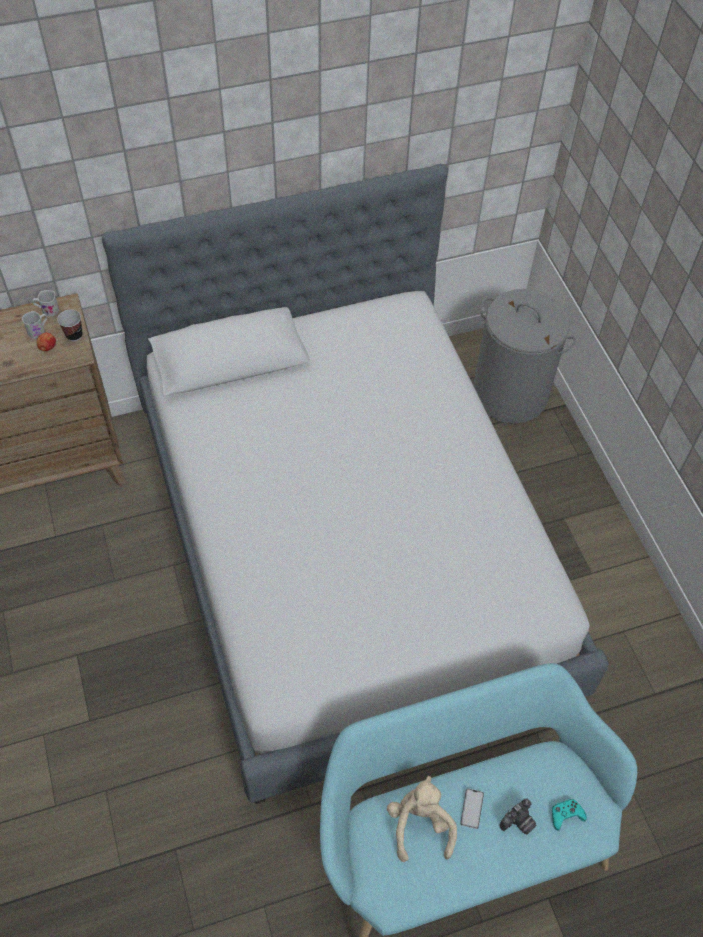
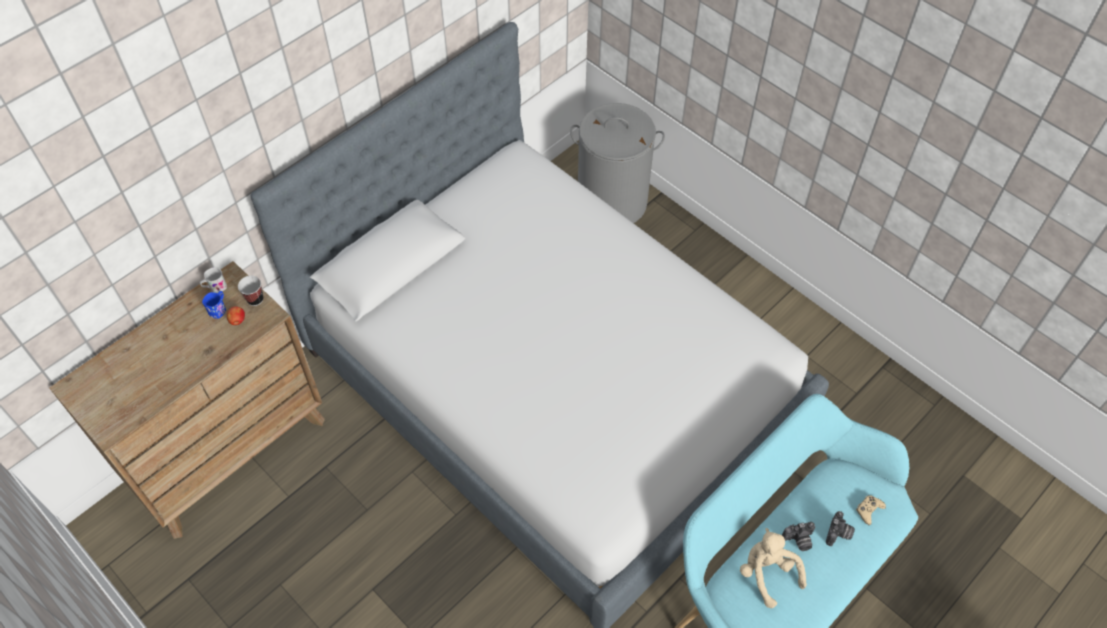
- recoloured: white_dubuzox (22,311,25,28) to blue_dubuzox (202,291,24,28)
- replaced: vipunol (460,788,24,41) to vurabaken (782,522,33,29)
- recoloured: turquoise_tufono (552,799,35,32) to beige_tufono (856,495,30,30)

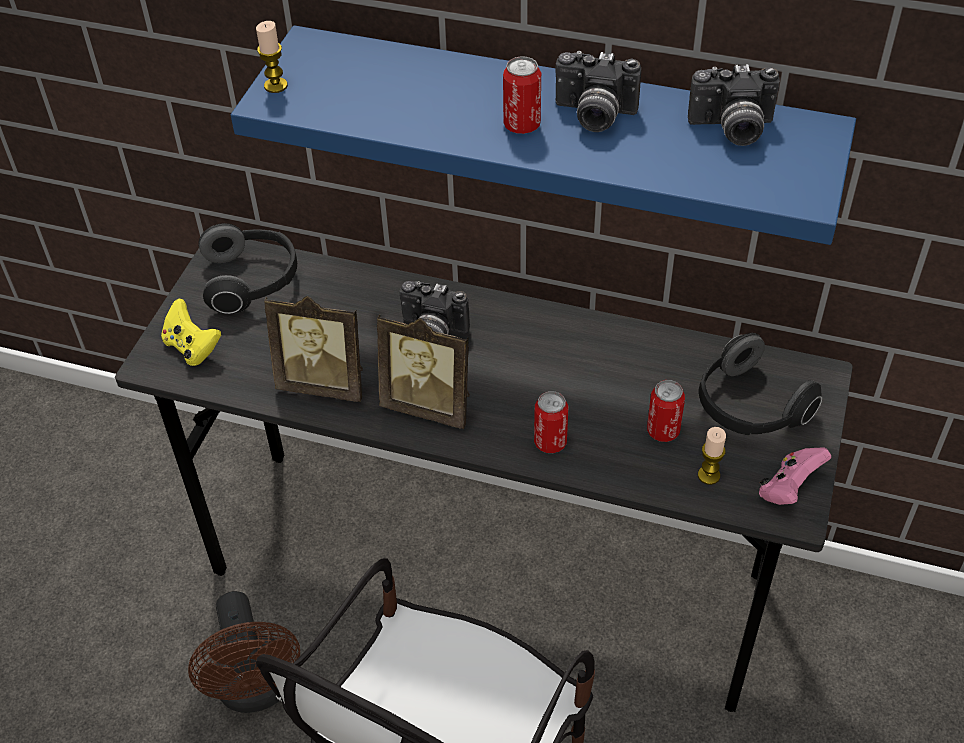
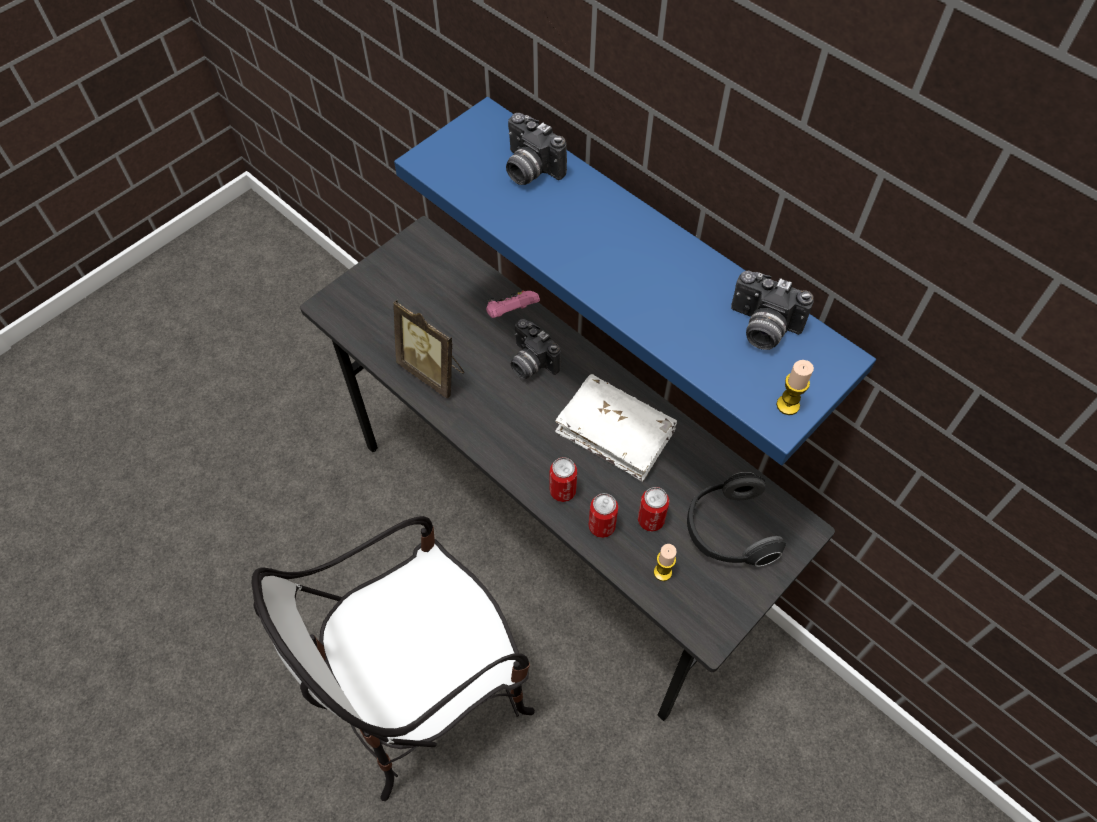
- moved: pink_tufono (759,447,72,58) to (486,290,54,28)
- moved: vurabaken (555,51,86,81) to (506,113,61,72)
- added: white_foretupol (555,374,122,108)
- moved: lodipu (503,56,38,78) to (589,493,29,45)
- moved: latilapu (256,21,32,72) to (776,360,38,55)
- removed: yellow_tufono (161,299,60,67)
- removed: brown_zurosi (188,591,112,122)
- removed: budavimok (198,223,99,91)
- removed: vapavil (377,314,93,115)

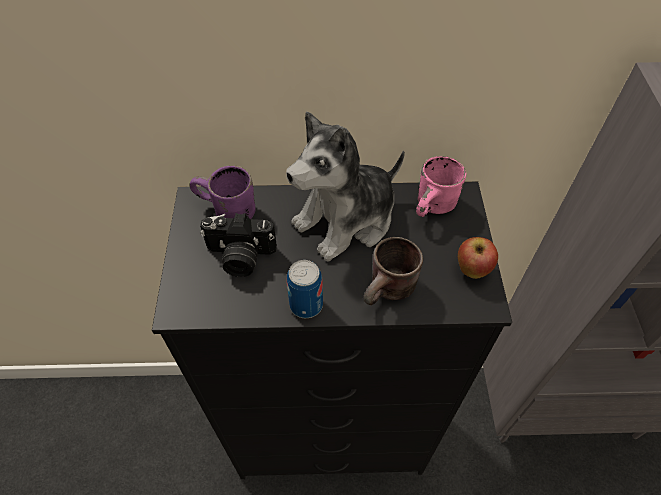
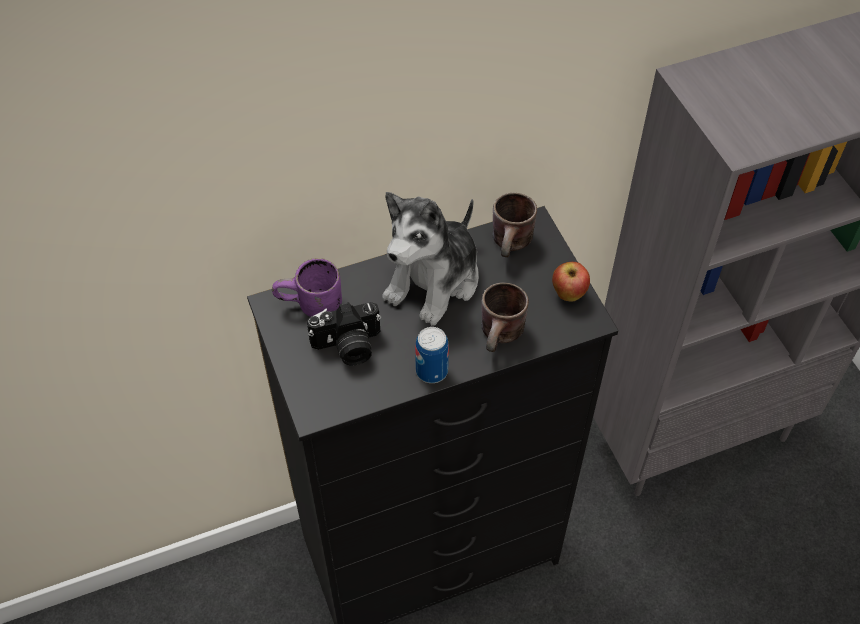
- recoloured: pink_dubuzox (416,156,50,61) to brown_dubuzox (493,193,44,64)

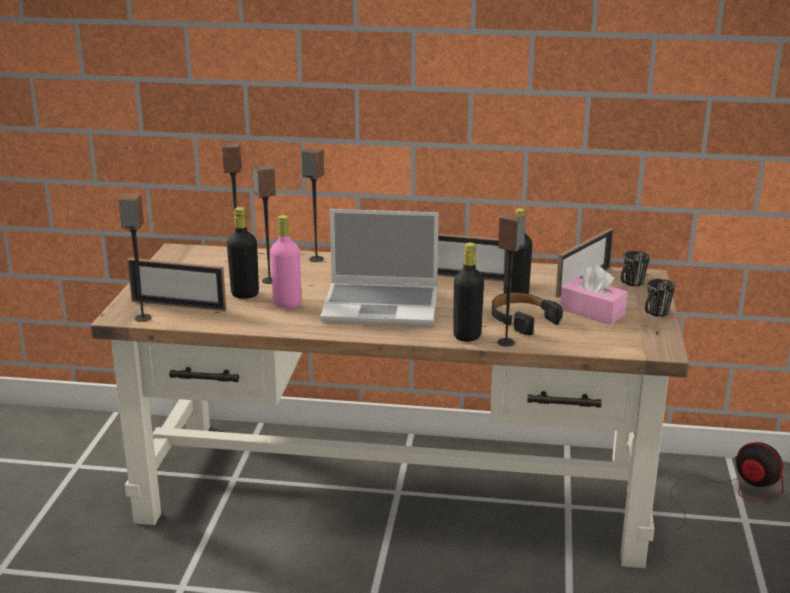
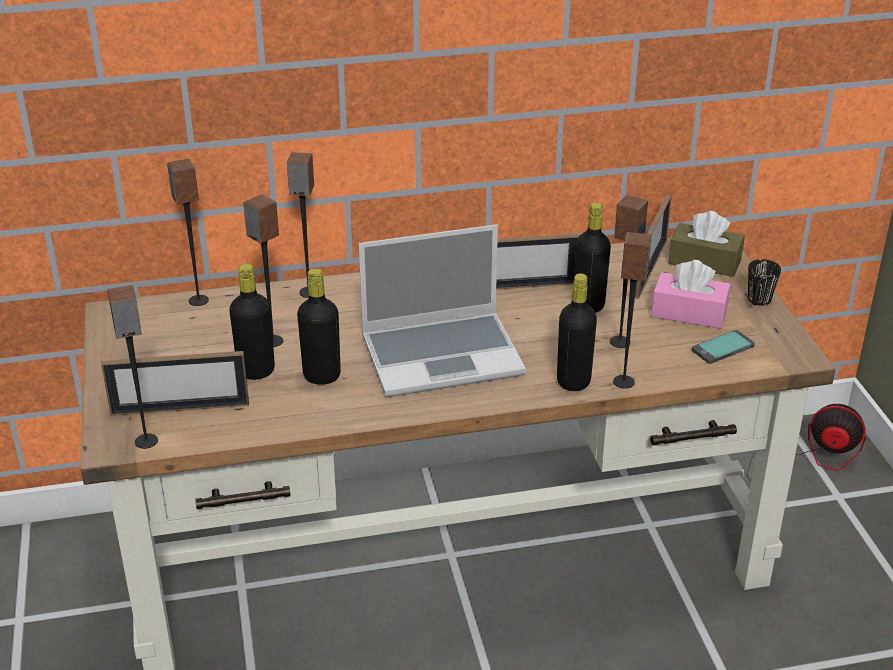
- recoloured: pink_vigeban (270,215,31,93) to black_vigeban (297,268,44,117)
- replaced: black_budavimok (492,292,71,43) to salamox (610,195,38,153)
- replaced: black_dubuzox (621,251,29,36) to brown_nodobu (668,211,77,66)
- added: vipunol (692,330,63,34)

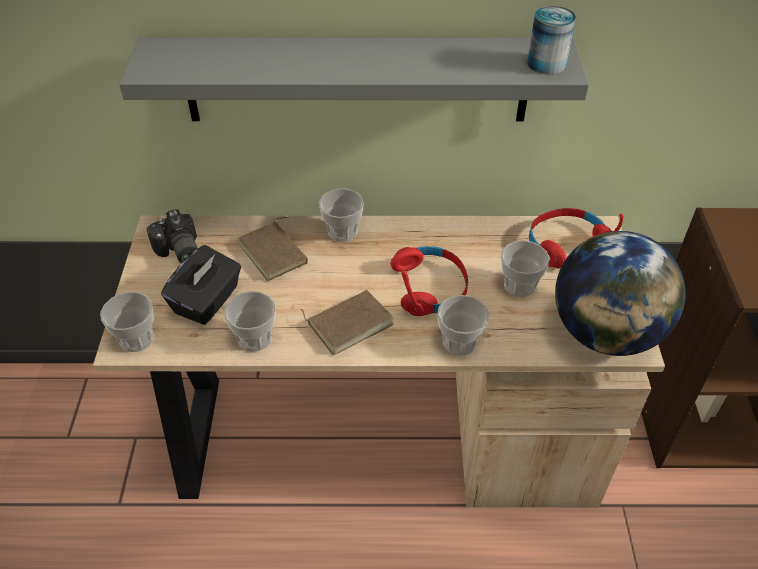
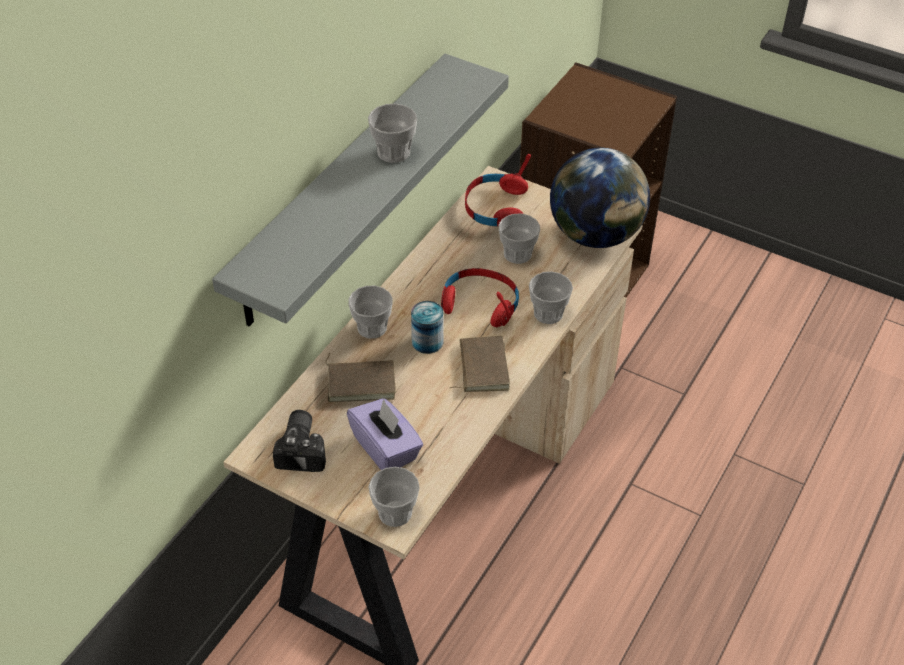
- turned: vurabaken (147,209,51,54) = (273,410,53,62) 90 degrees counterclockwise
- recoloured: black_nodobu (161,245,80,80) to purple_nodobu (347,398,76,72)
- moved: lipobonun (224,291,52,61) to (368,104,49,59)
- moved: lodipu (527,6,49,69) to (411,301,33,53)

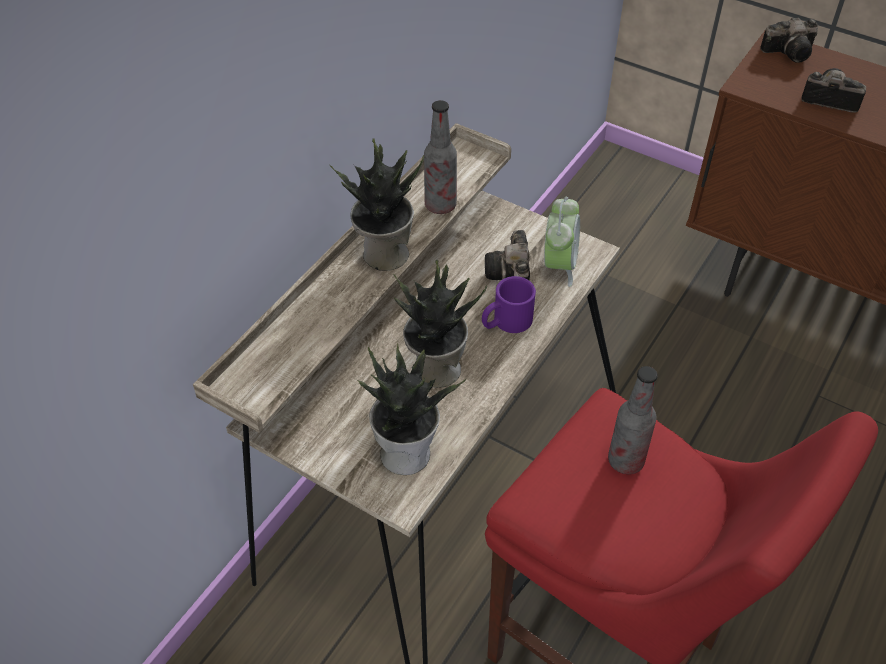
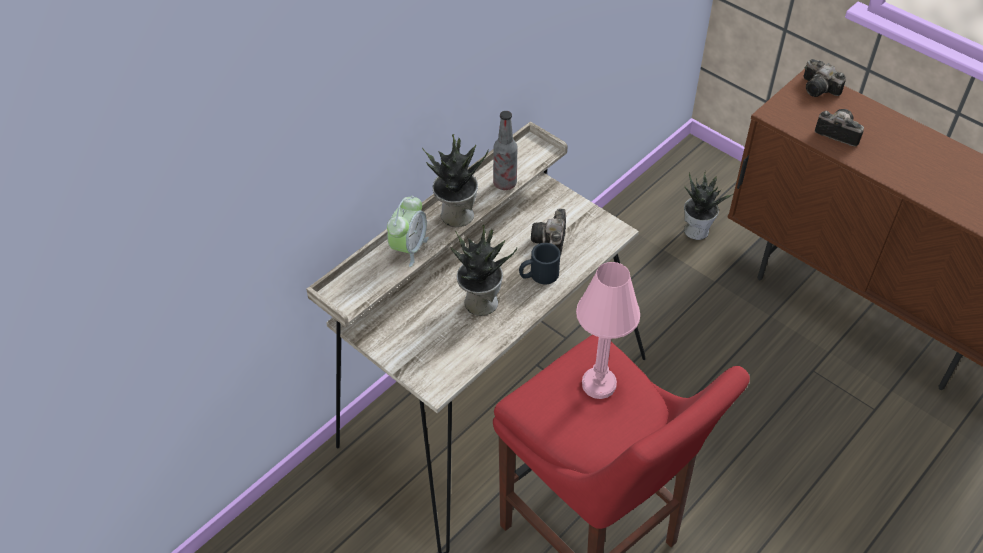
- moved: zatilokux (544,197,36,90) to (387,196,42,71)
- recoloured: purple_dubuzox (482,276,54,57) to black_dubuzox (519,243,42,41)
- replaced: vigeban (608,366,50,108) to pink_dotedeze (576,262,64,137)
- moved: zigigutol (357,343,110,132) to (684,172,49,68)
- turned: vurabaken (760,18,58,45) = (803,59,43,38) 45 degrees clockwise

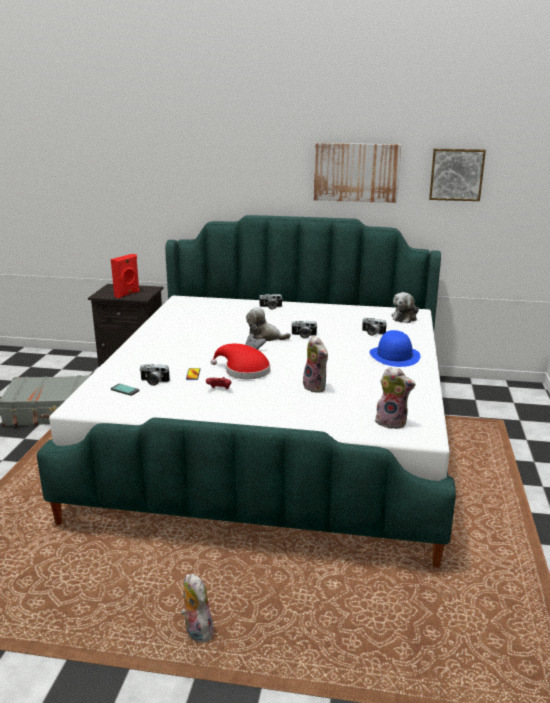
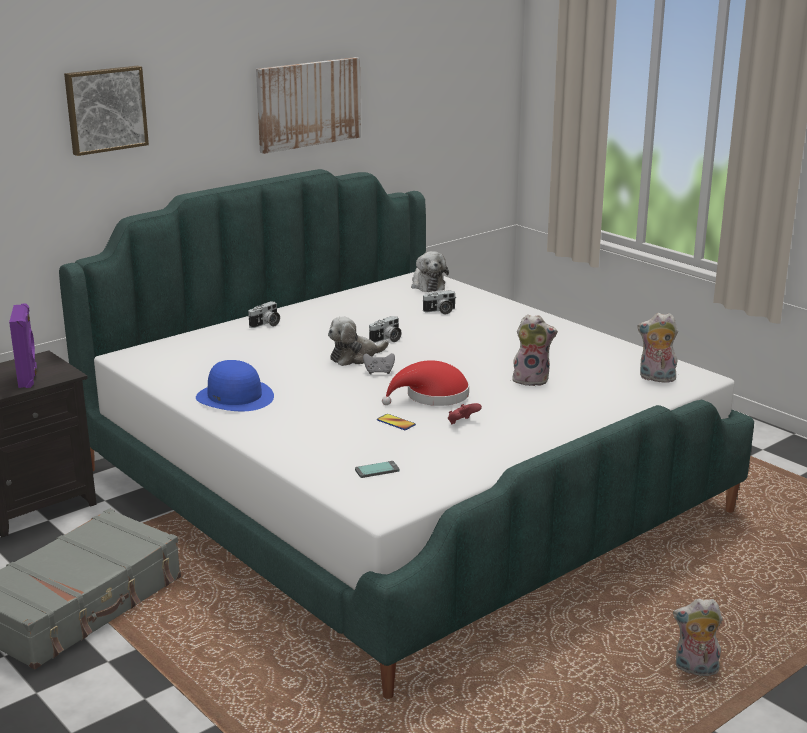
- recoloured: red_salamox (111,254,29,44) to purple_salamox (9,303,28,85)
- moved: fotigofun (429,149,57,52) to (64,66,85,90)
- moved: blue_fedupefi (370,330,50,37) to (196,360,78,51)
- turned: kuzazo (375,367,41,62) = (637,313,41,70) 135 degrees counterclockwise
- removed: vurabaken (140,364,30,22)

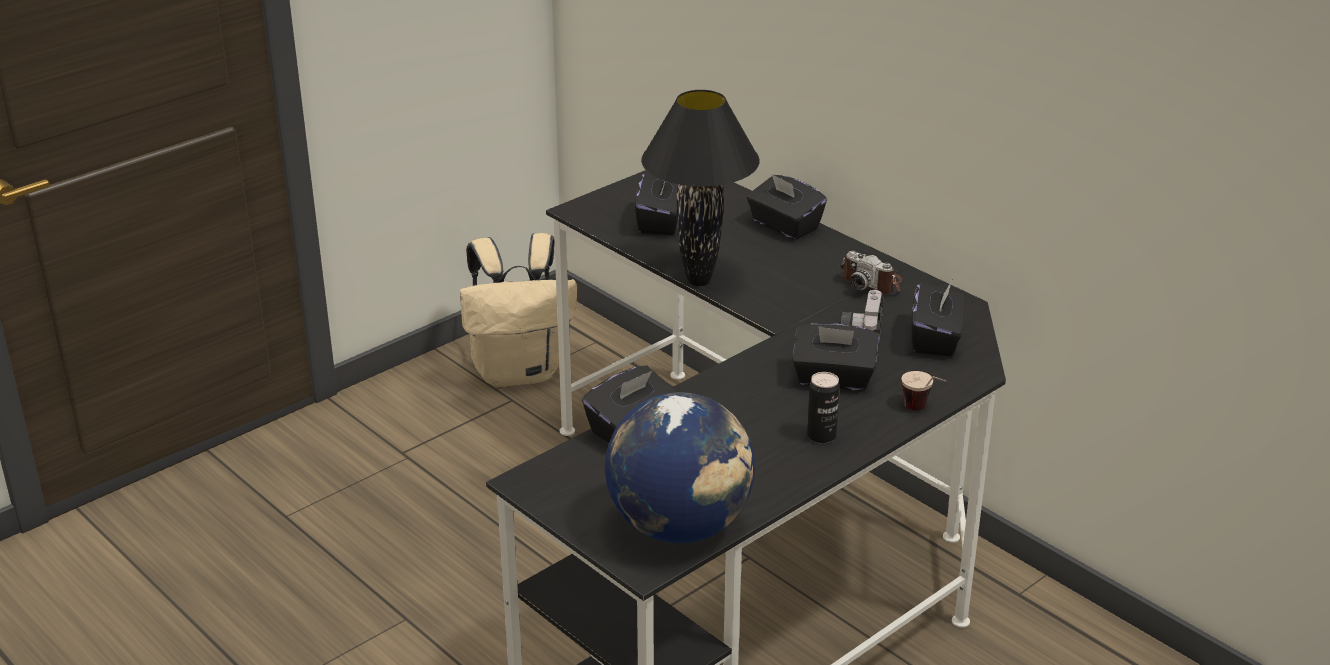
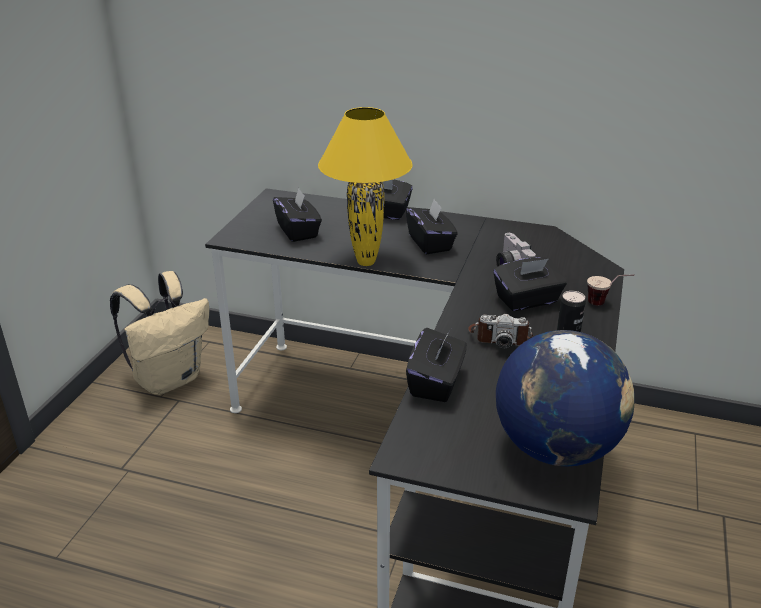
- recoloured: black_dotedeze (641,90,119,196) to yellow_dotedeze (318,107,94,159)
- moved: black_nodobu (912,280,55,77) to (406,199,52,55)
- moved: vurabaken (840,251,62,43) to (468,314,65,35)

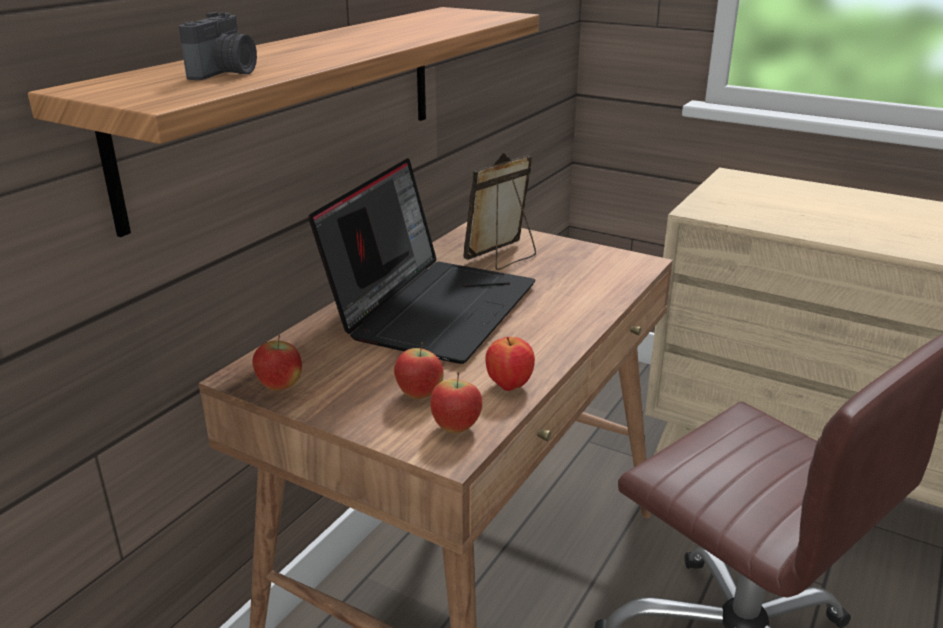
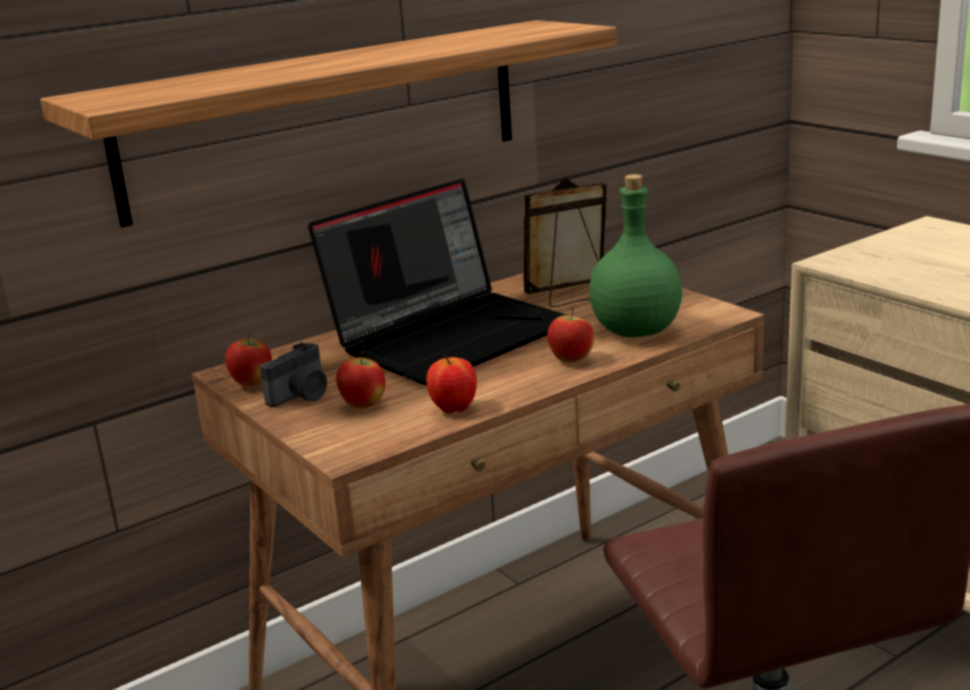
- moved: vurabaken (179,12,78,68) to (260,342,67,65)
- moved: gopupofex (430,372,52,61) to (547,307,47,56)
- added: green_vigeban (589,174,93,164)

